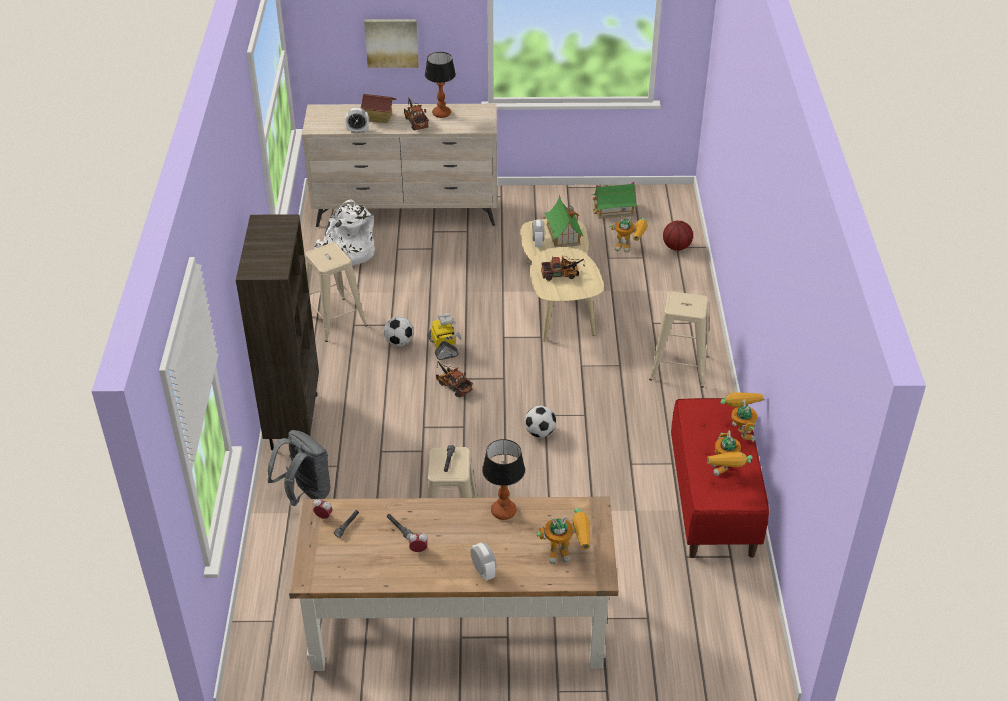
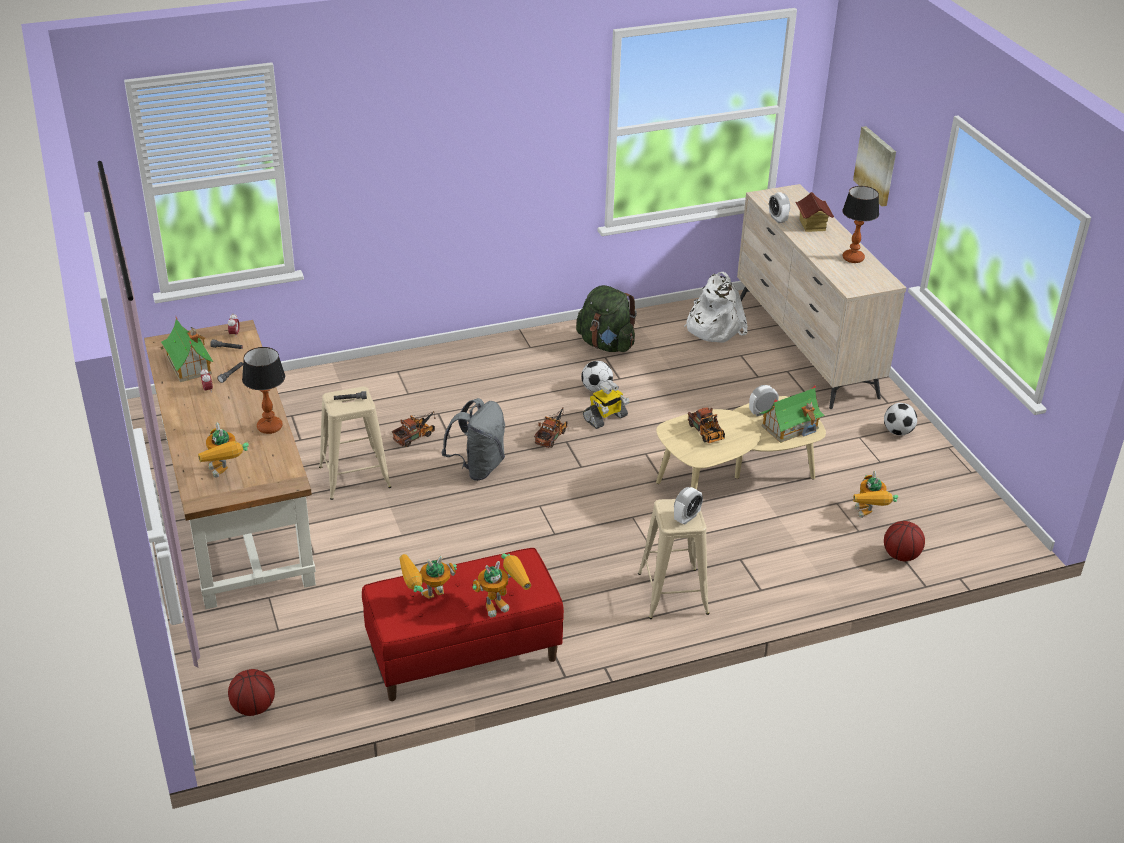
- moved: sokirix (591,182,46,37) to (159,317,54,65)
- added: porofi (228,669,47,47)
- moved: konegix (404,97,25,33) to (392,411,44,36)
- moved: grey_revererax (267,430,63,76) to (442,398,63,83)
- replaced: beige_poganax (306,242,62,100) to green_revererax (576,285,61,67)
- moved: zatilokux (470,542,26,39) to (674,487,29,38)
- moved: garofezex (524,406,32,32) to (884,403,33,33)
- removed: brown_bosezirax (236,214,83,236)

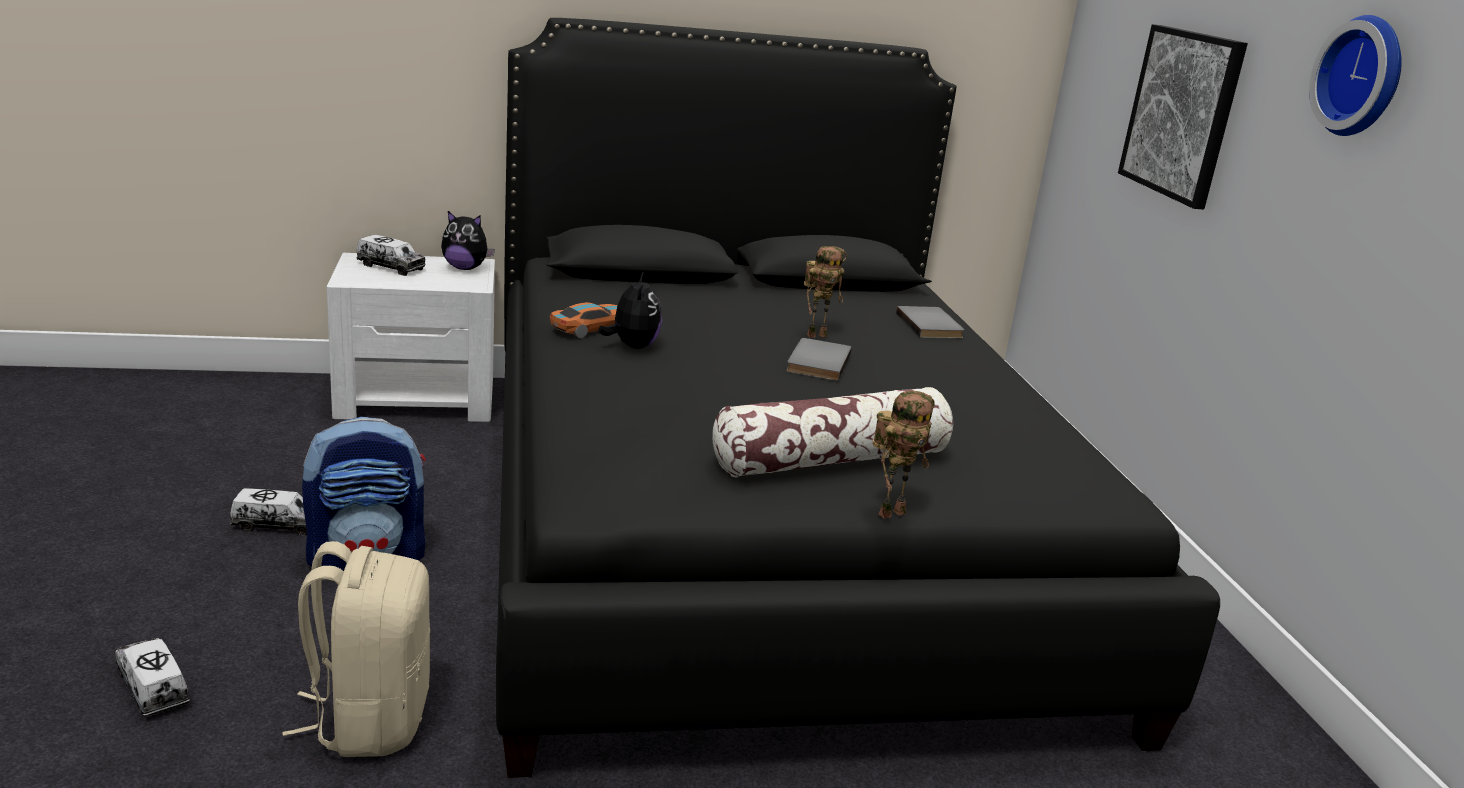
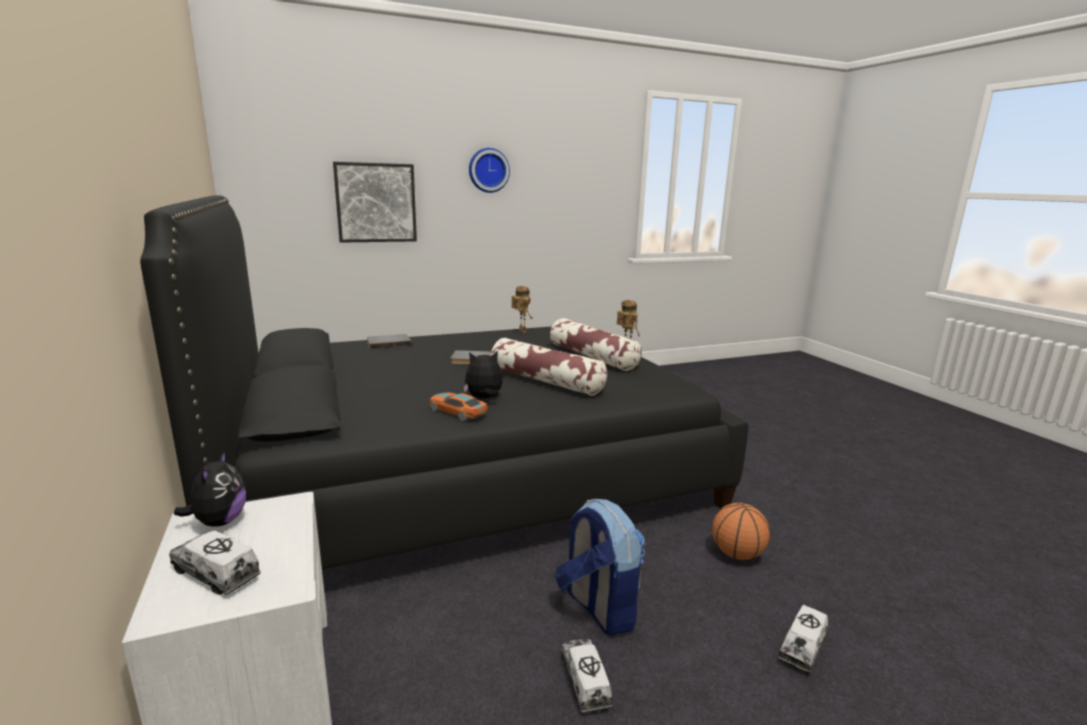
- turned: konegix (357,235,68,41) = (169,530,92,65) 75 degrees counterclockwise
- added: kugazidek (491,338,116,58)
- moved: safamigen (804,246,43,92) to (511,286,22,47)
- replaced: beige_revererax (282,541,148,216) to porofi (712,503,58,57)

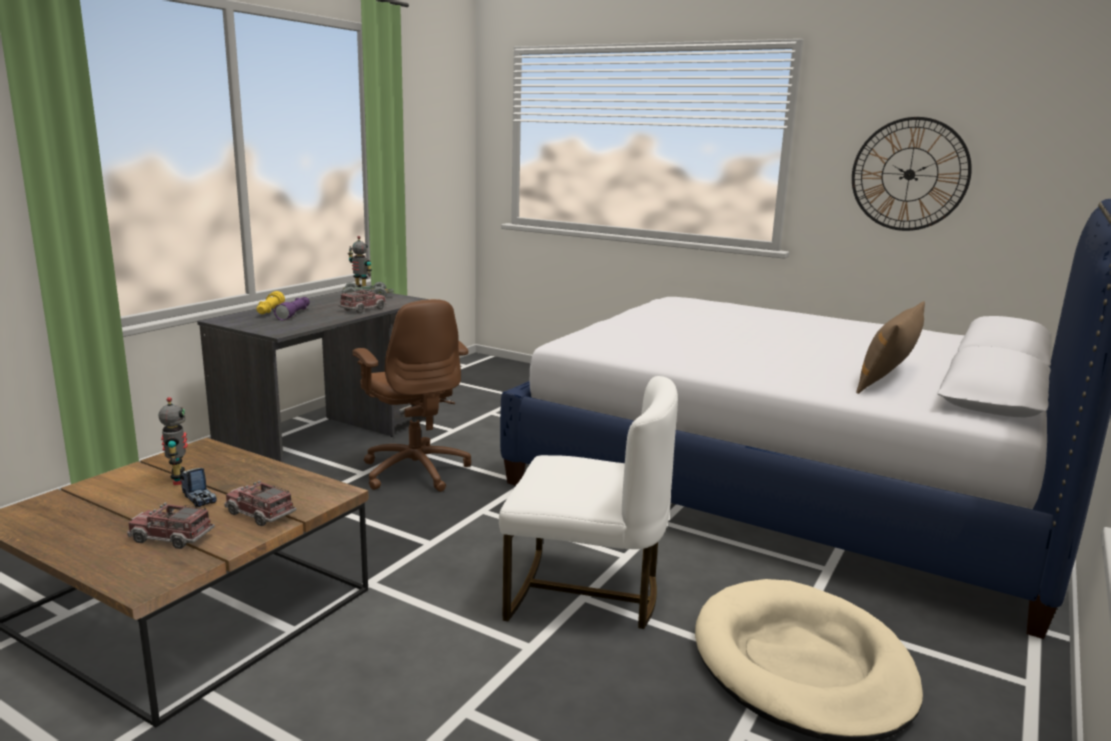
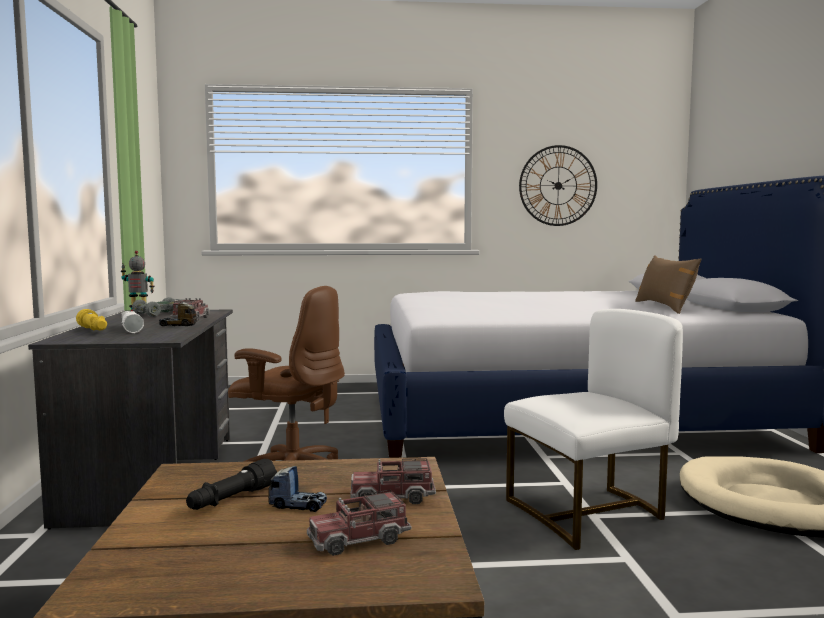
- recoloured: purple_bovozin (274,297,36,23) to white_bovozin (122,311,22,22)
- added: konegix (159,302,38,24)
- replaced: safamigen (158,397,30,88) to black_bovozin (186,459,91,51)

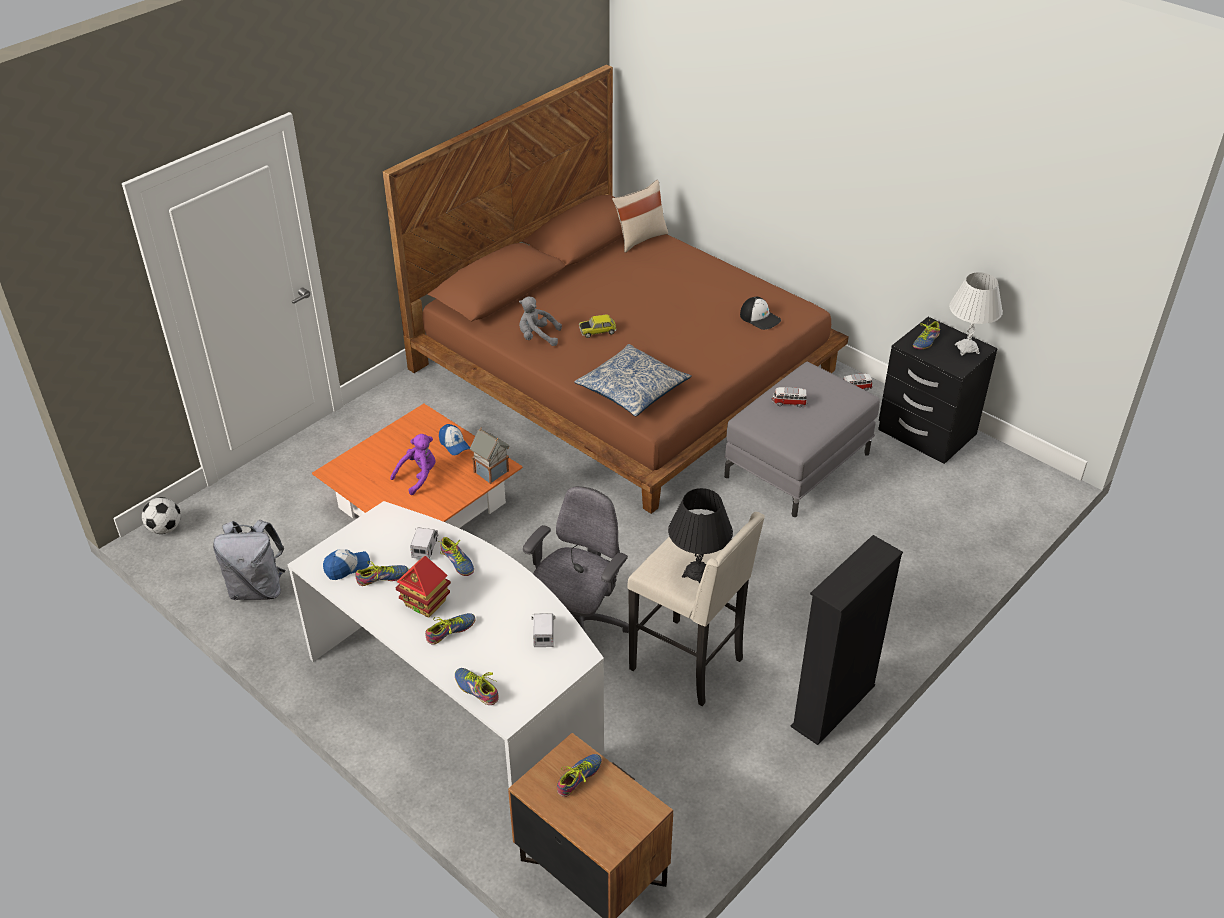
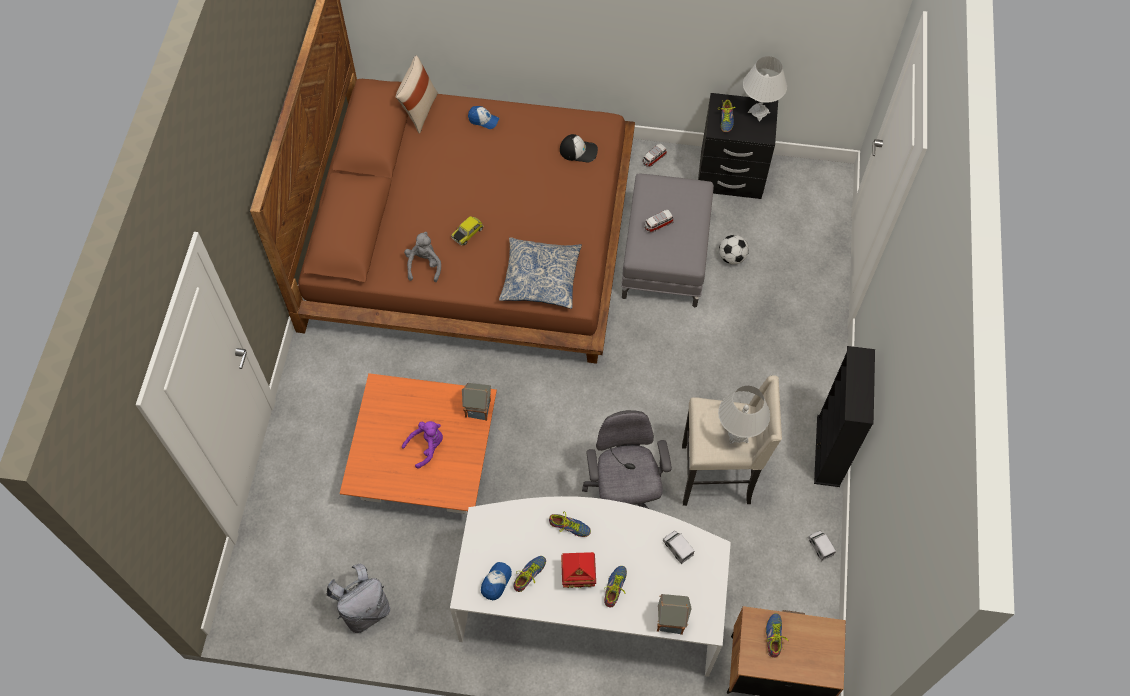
- turned: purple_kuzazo (390,434,46,61) = (402,421,41,48) 45 degrees clockwise
- turned: grey_kuzazo (519,296,43,50) = (404,232,37,50) 120 degrees clockwise
- moved: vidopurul (439,424,31,31) to (468,106,31,23)
- replaced: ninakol (455,668,43,37) to sokirix (657,594,35,41)
- recoloured: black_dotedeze (668,488,65,96) to white_dotedeze (718,386,52,58)
- moved: garofezex (142,497,39,37) to (719,235,30,30)
- moved: konegix (410,527,28,32) to (808,531,28,30)

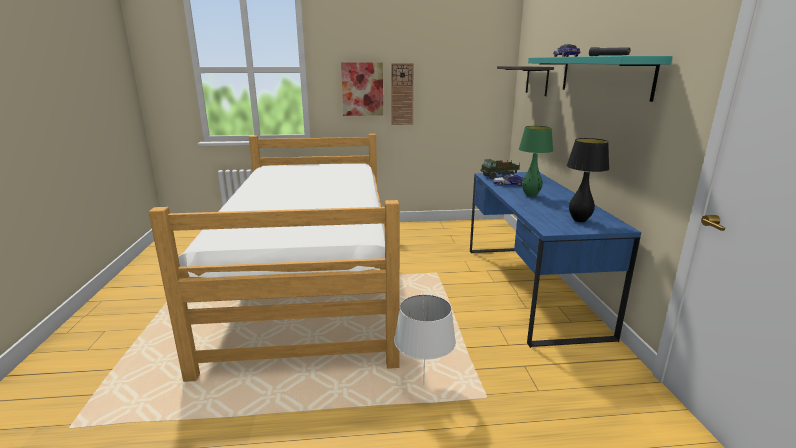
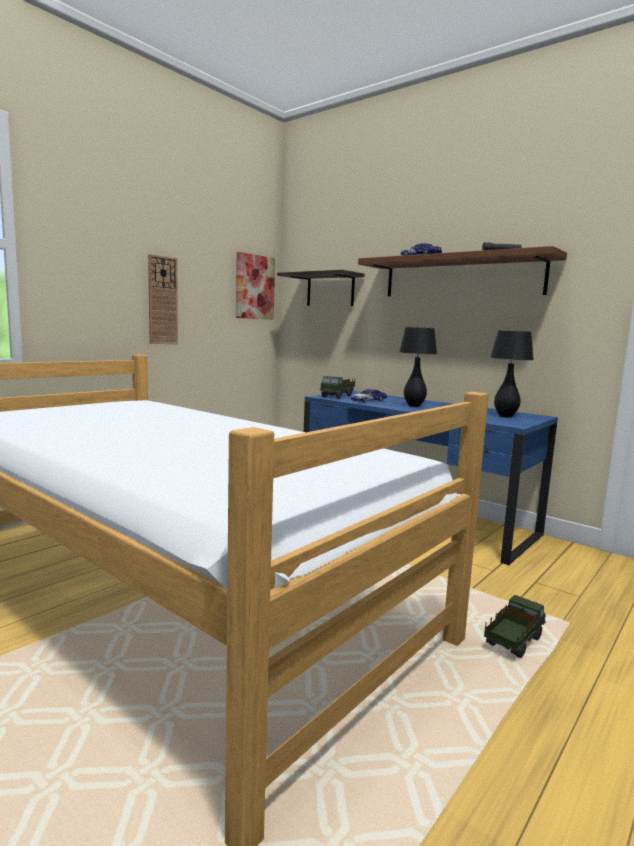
- moved: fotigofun (341,62,42,54) to (236,252,39,68)
- recoloured: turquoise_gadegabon (528,56,145,46) to brown_gadegabon (358,246,209,50)
- recoloured: green_dotedeze (519,126,34,71) to black_dotedeze (399,327,38,80)
- replaced: white_dotedeze (394,294,62,91) to konegix (484,595,62,63)

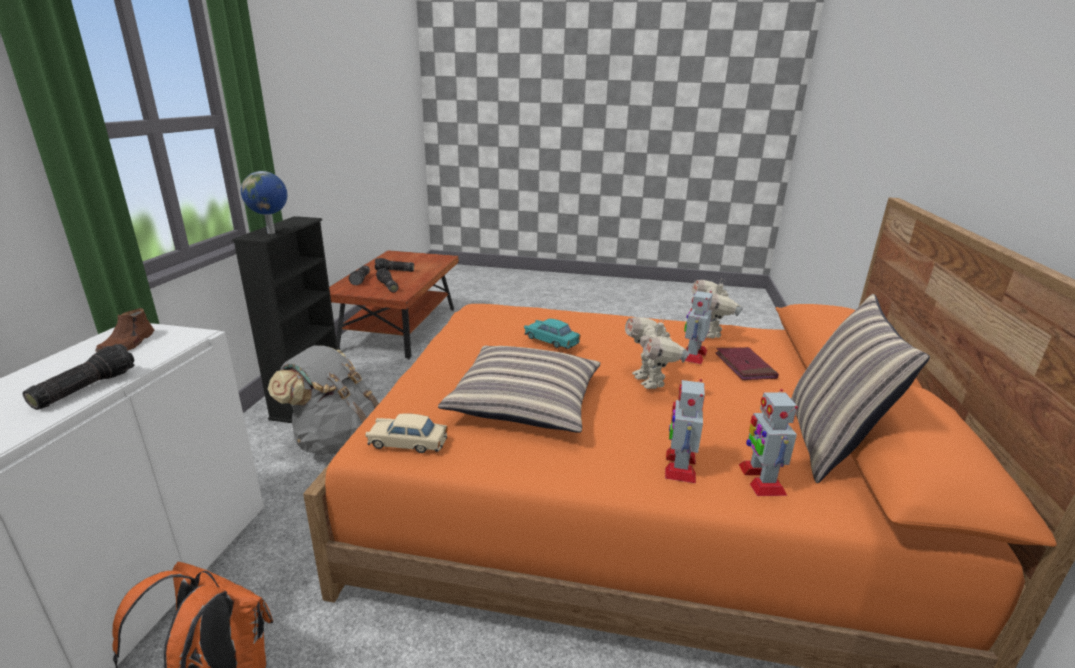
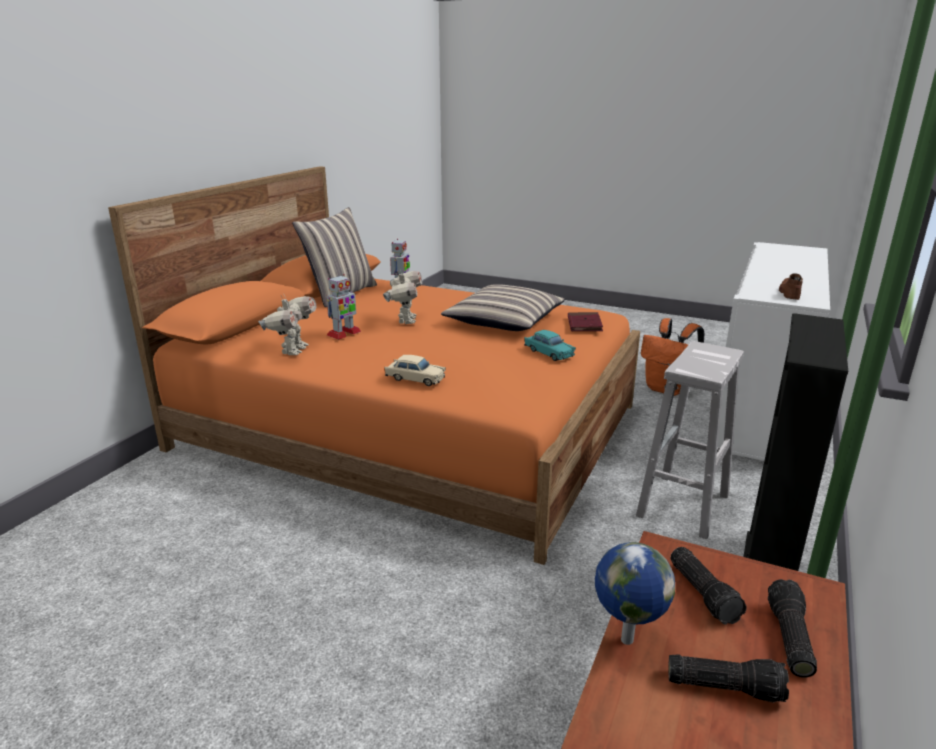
- moved: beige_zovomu (365,413,83,40) to (384,355,62,31)
- moved: turquoise_zovomu (524,319,57,30) to (524,330,52,31)
- moved: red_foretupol (715,347,64,33) to (568,312,35,19)
- moved: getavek (241,171,46,63) to (595,542,80,103)
- replaced: grey_revererax (268,345,111,110) to white_poganax (636,341,108,198)
- removed: bovozin (23,344,112,66)
- removed: safamigen (665,379,40,104)

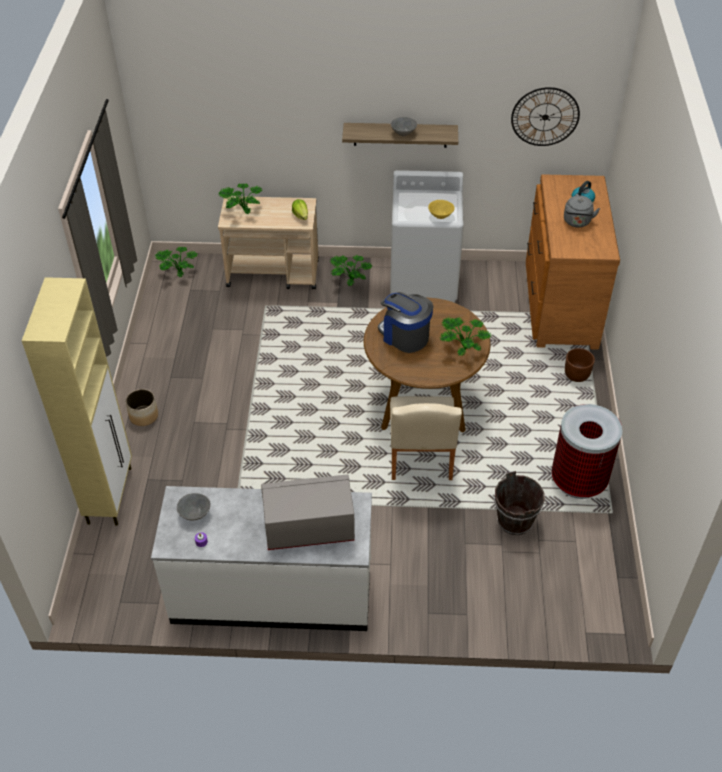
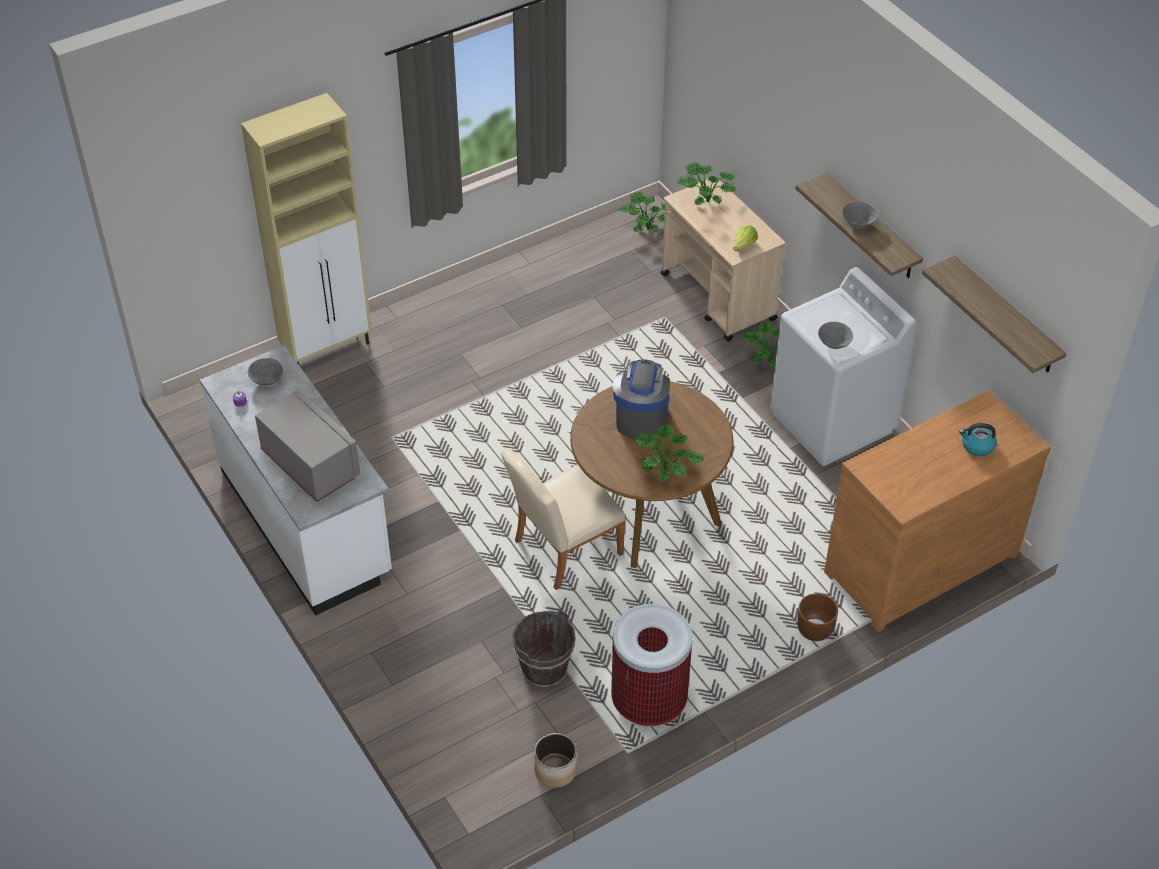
- moved: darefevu (126,389,32,37) to (534,733,43,55)
- recoloured: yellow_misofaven (428,200,27,19) to grey_misofaven (818,322,35,27)
- replaced: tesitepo (511,87,69,59) to gadegabon (922,255,145,118)
- removed: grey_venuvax (564,195,36,32)

